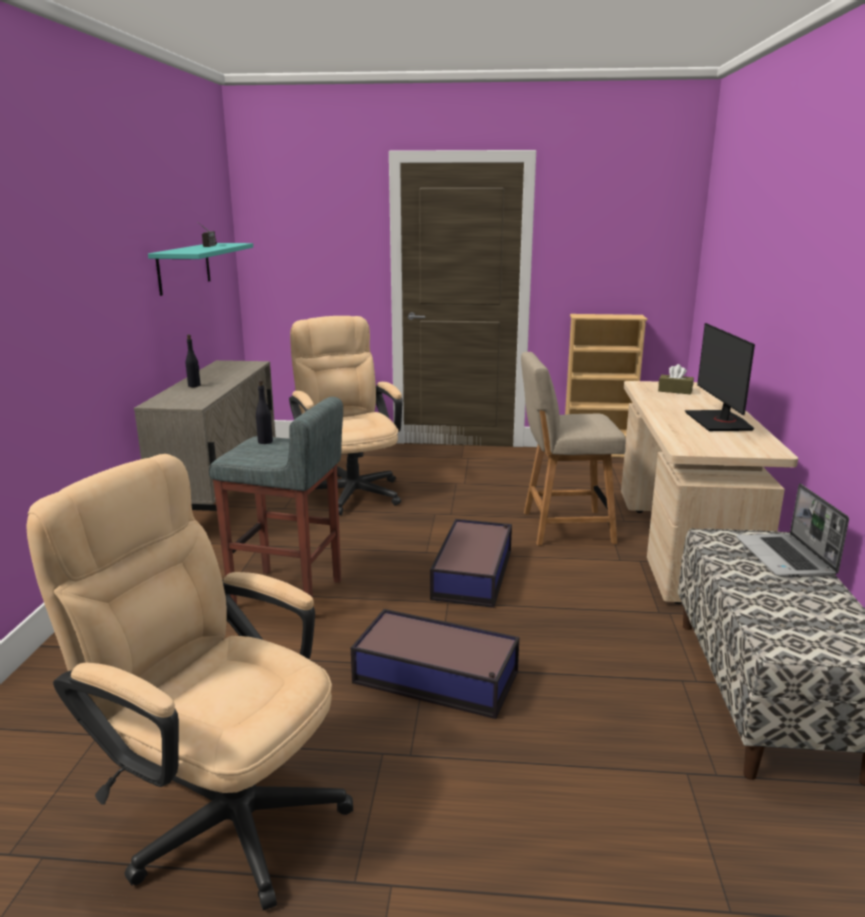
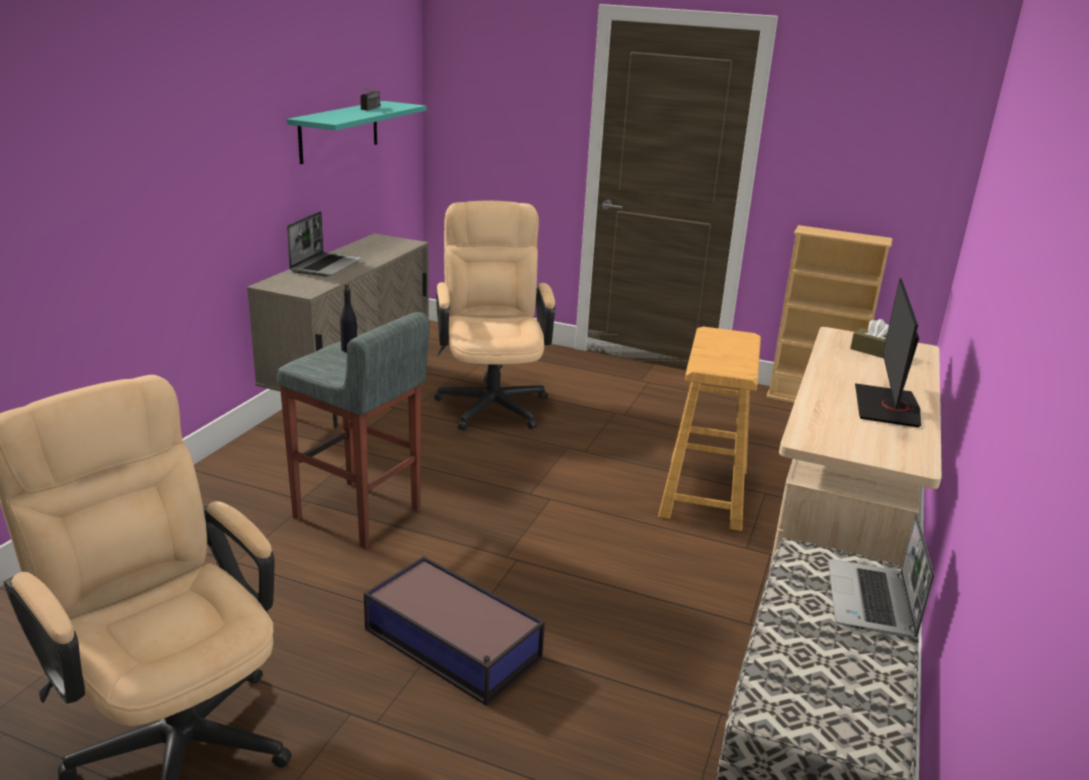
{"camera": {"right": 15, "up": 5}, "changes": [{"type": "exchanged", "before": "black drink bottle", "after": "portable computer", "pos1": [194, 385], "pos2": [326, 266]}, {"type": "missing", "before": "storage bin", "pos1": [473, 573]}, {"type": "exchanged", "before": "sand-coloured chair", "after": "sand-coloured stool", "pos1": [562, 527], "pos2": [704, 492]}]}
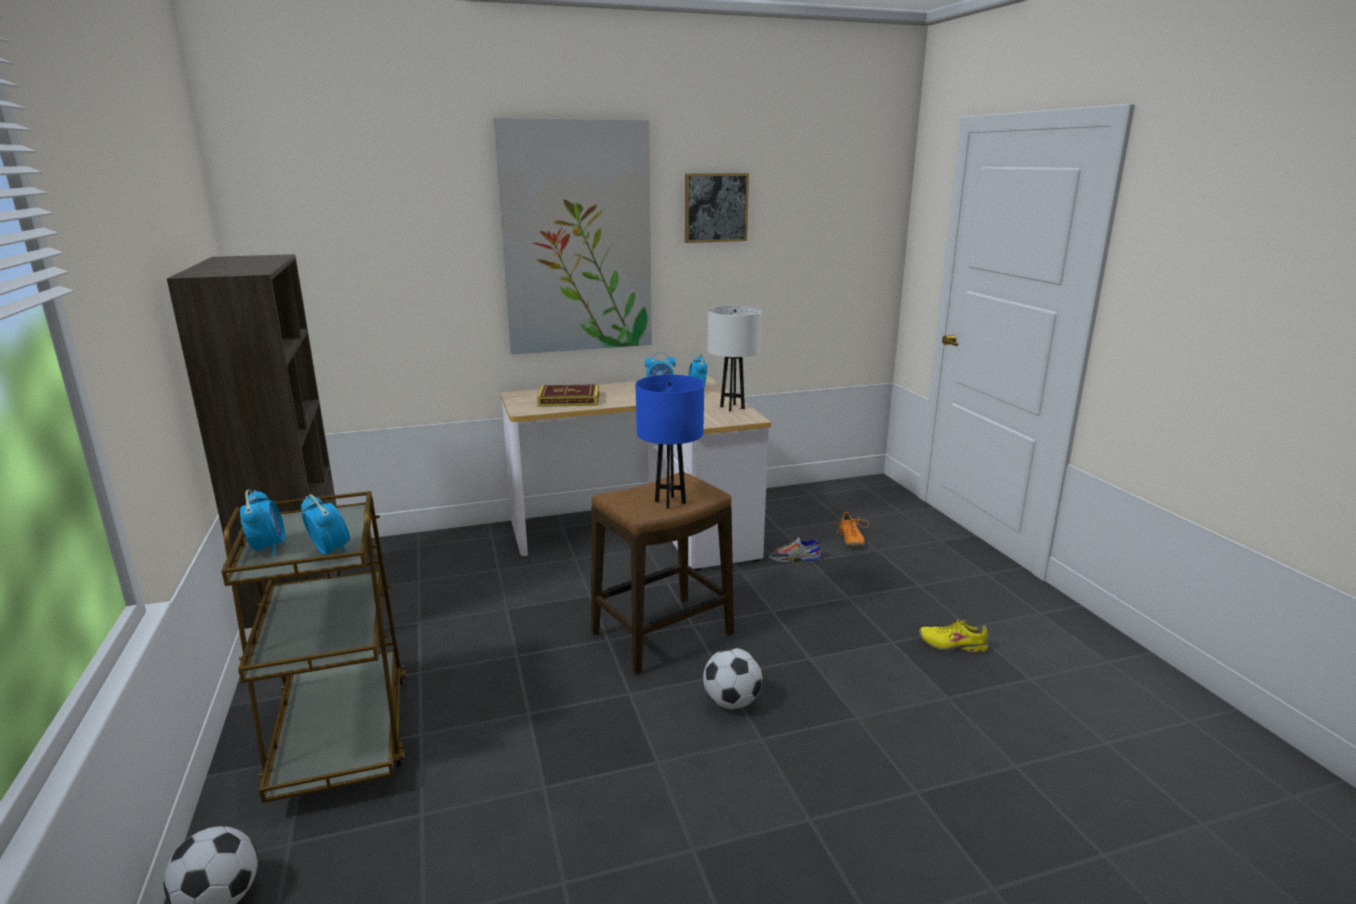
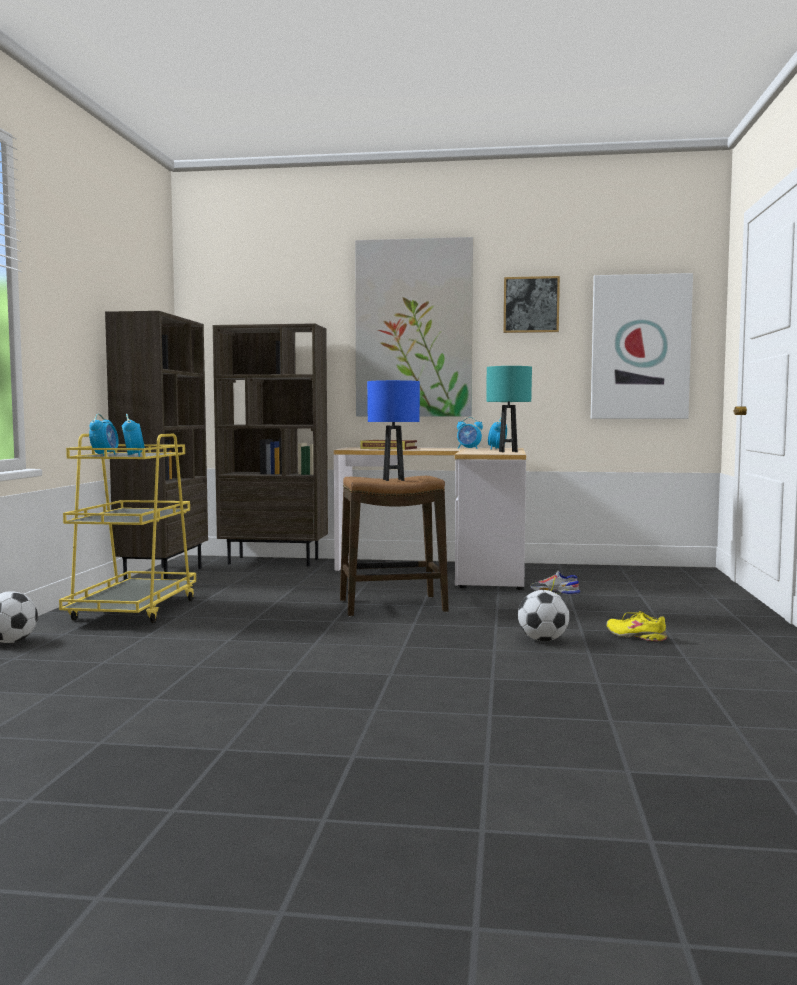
{"camera": {"right": 25, "up": -15}, "changes": [{"type": "colour", "before": "brown-coloured wheeled cart", "after": "yellow wheeled cart", "pos1": [342, 735], "pos2": [134, 610]}, {"type": "relocated", "before": "football", "pos1": [732, 702], "pos2": [543, 640]}, {"type": "colour", "before": "white tabletop lamp", "after": "blue-green tabletop lamp", "pos1": [732, 407], "pos2": [508, 451]}, {"type": "missing", "before": "orangey item of footwear", "pos1": [850, 539]}, {"type": "appeared", "after": "brown-coloured shelving unit", "pos2": [274, 561]}, {"type": "appeared", "after": "wall picture", "pos2": [640, 347]}]}
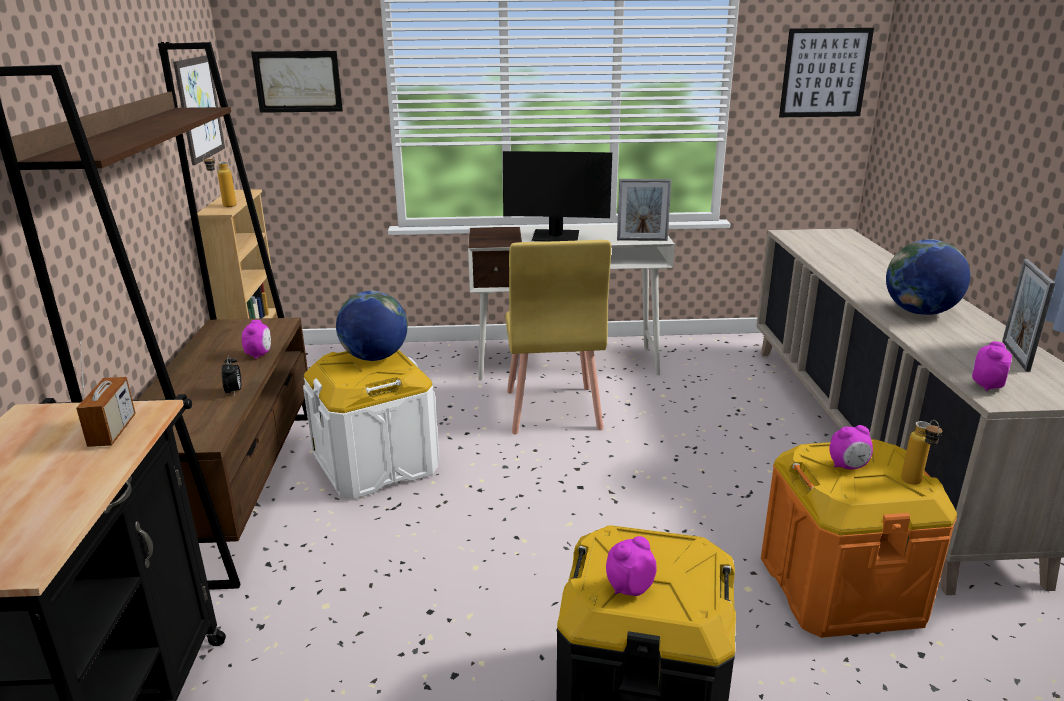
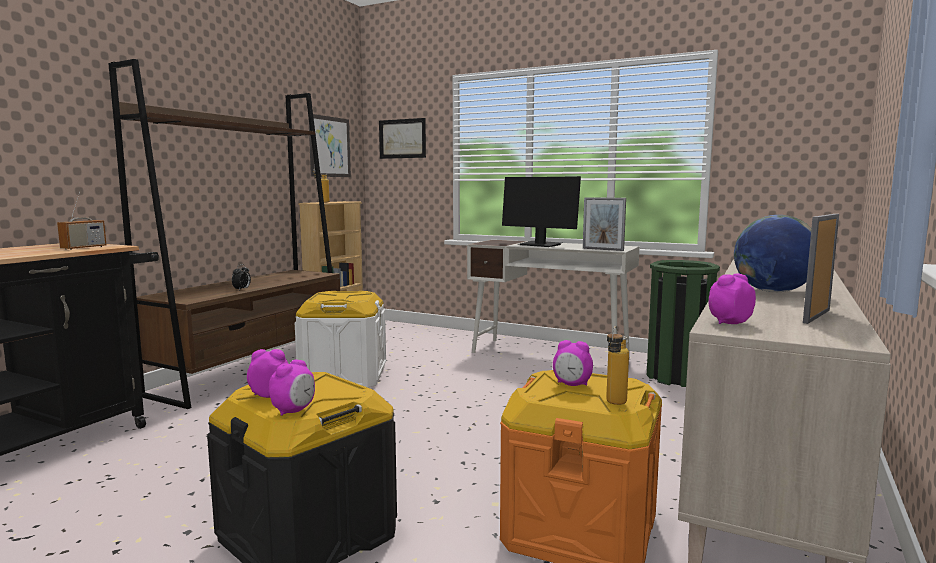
{"camera": {"right": 30, "up": -15}, "changes": [{"type": "relocated", "before": "table clock", "pos1": [259, 354], "pos2": [294, 411]}, {"type": "missing", "before": "globe", "pos1": [375, 357]}, {"type": "missing", "before": "yellow chair", "pos1": [552, 410]}, {"type": "missing", "before": "wall picture", "pos1": [825, 73]}, {"type": "appeared", "after": "green-coloured waste bin", "pos2": [678, 377]}]}
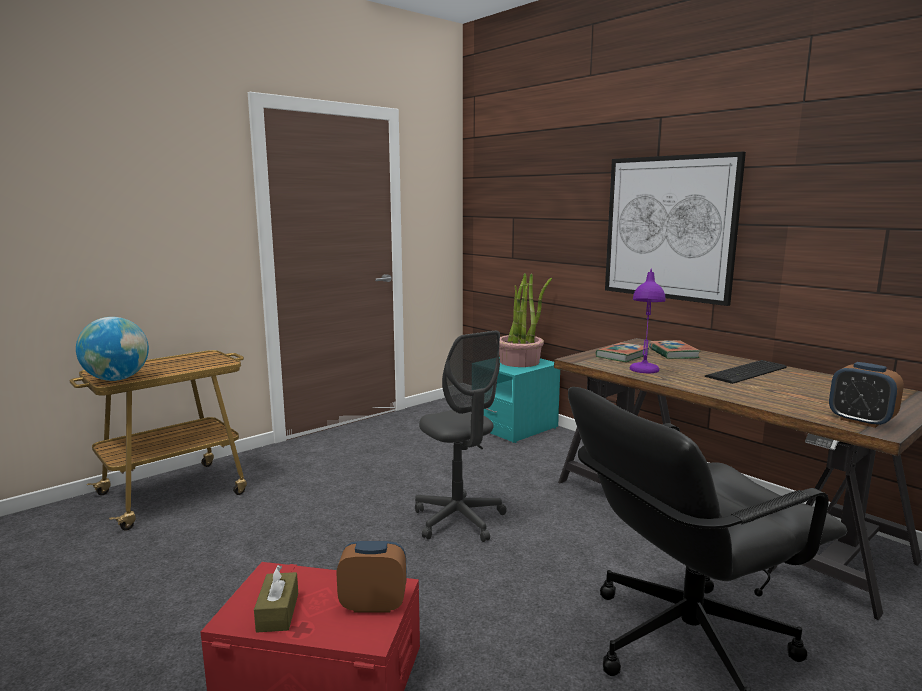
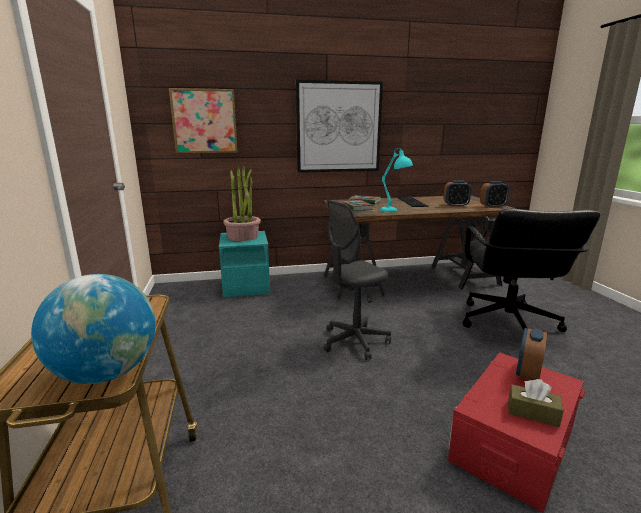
{"camera": {"right": -60, "up": 5}, "changes": [{"type": "spun", "before": "grey desk chair", "pos1": [459, 520], "pos2": [354, 341], "turn": 150}, {"type": "colour", "before": "purple tabletop lamp", "after": "blue-green tabletop lamp", "pos1": [643, 372], "pos2": [394, 211]}, {"type": "appeared", "after": "wall picture", "pos2": [204, 121]}, {"type": "appeared", "after": "table clock", "pos2": [455, 205]}]}
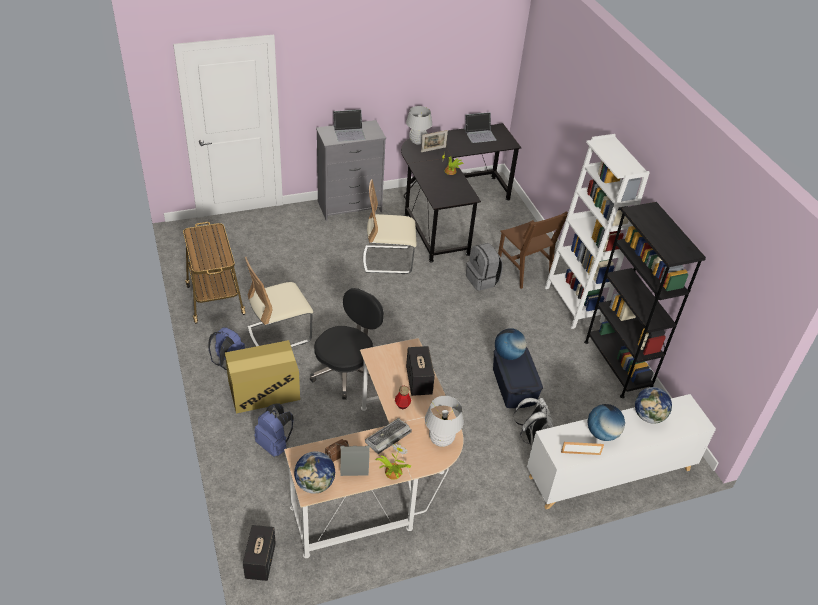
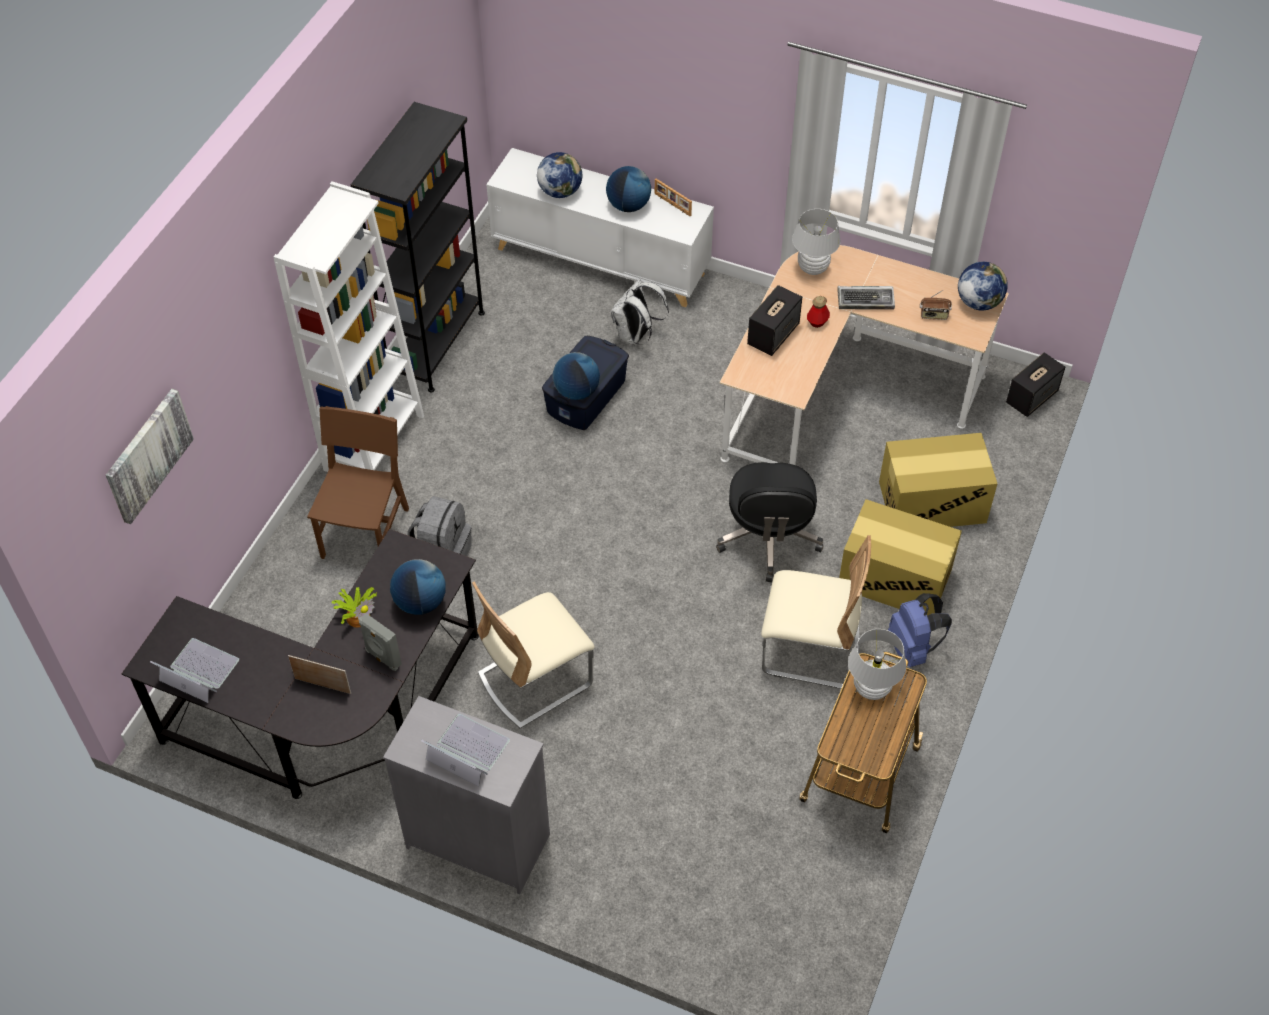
{"camera": {"right": -135, "up": 10}, "changes": [{"type": "exchanged", "before": "blue knapsack", "after": "packing box", "pos1": [275, 444], "pos2": [931, 502]}, {"type": "spun", "before": "black desk chair", "pos1": [346, 371], "pos2": [768, 539], "turn": -75}, {"type": "relocated", "before": "grey loudspeaker", "pos1": [354, 472], "pos2": [382, 658]}, {"type": "spun", "before": "sand-coloured chair", "pos1": [388, 260], "pos2": [535, 679], "turn": 105}, {"type": "missing", "before": "plant in a pot", "pos1": [392, 472]}, {"type": "relocated", "before": "white tabletop lamp", "pos1": [417, 142], "pos2": [872, 688]}, {"type": "appeared", "after": "wall picture", "pos2": [147, 455]}, {"type": "appeared", "after": "globe", "pos2": [420, 602]}]}
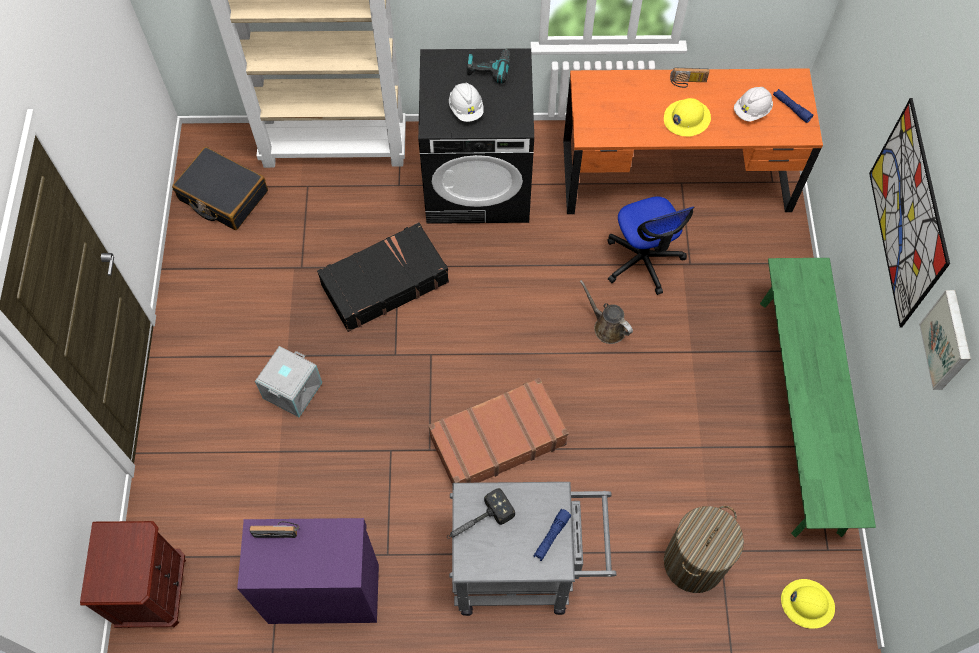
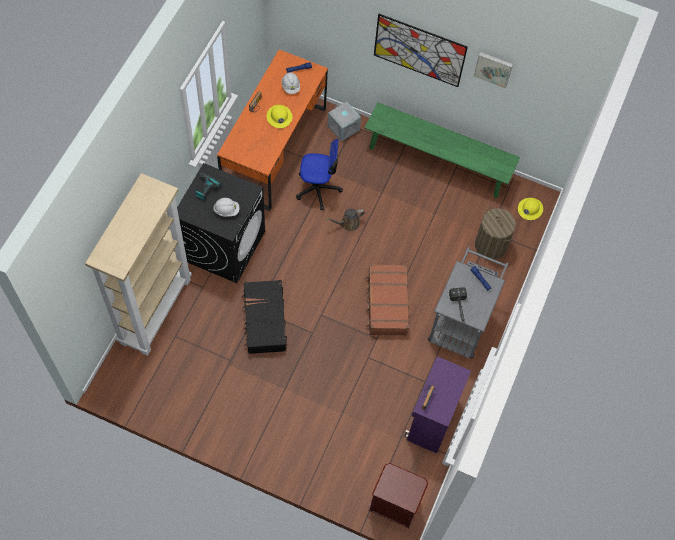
{"camera": {"right": -70, "up": 0}, "changes": [{"type": "missing", "before": "black travel case", "pos1": [223, 196]}, {"type": "relocated", "before": "grey storage bin", "pos1": [292, 389], "pos2": [343, 128]}]}
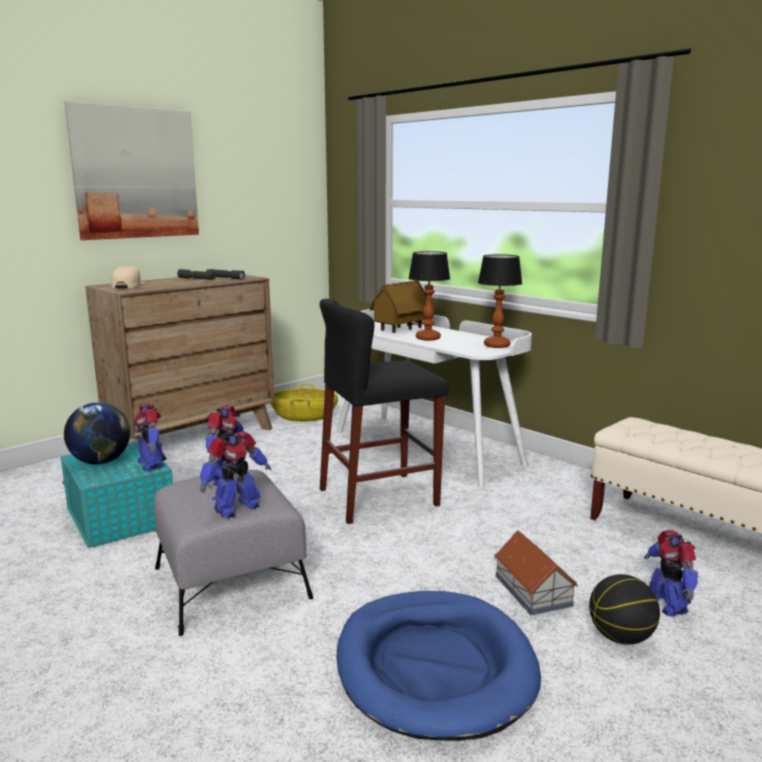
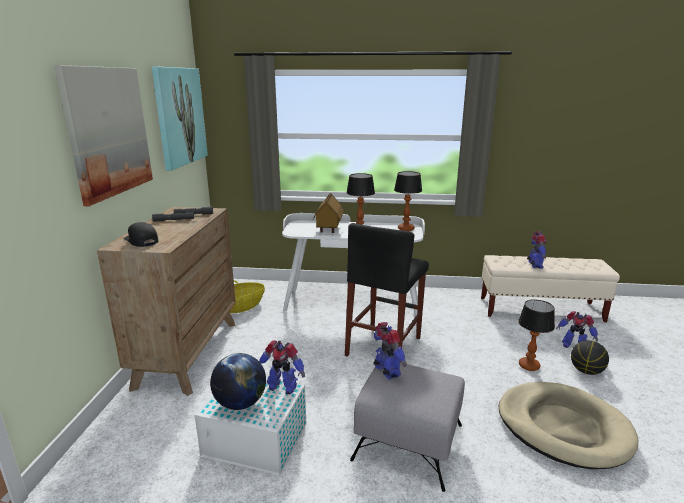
{"camera": {"right": -40, "up": 5}, "changes": [{"type": "colour", "before": "blue-green storage bin", "after": "white storage bin", "pos1": [121, 518], "pos2": [257, 440]}, {"type": "colour", "before": "sand-coloured peaked cap", "after": "black peaked cap", "pos1": [128, 285], "pos2": [141, 240]}, {"type": "relocated", "before": "model robot", "pos1": [235, 508], "pos2": [534, 265]}, {"type": "colour", "before": "blue dog cushion", "after": "sand-coloured dog cushion", "pos1": [434, 667], "pos2": [563, 427]}, {"type": "exchanged", "before": "model house", "after": "tabletop lamp", "pos1": [533, 591], "pos2": [529, 366]}, {"type": "appeared", "after": "wall picture", "pos2": [179, 116]}]}
